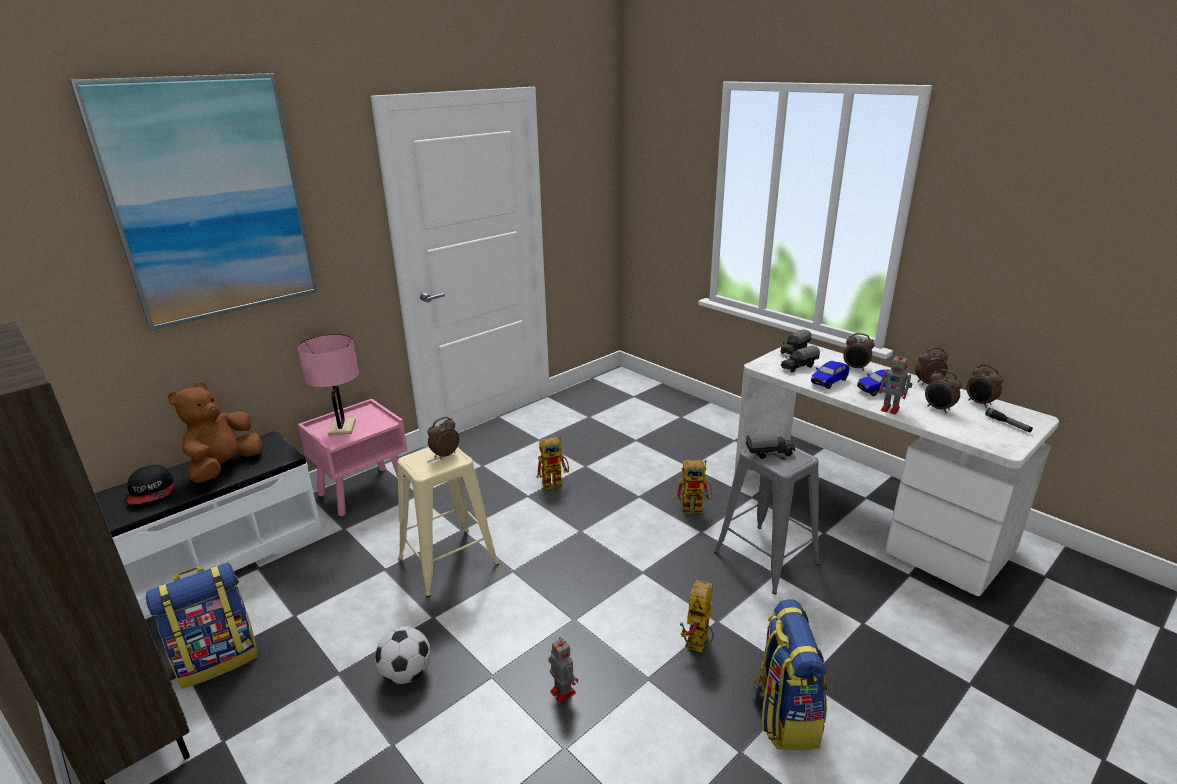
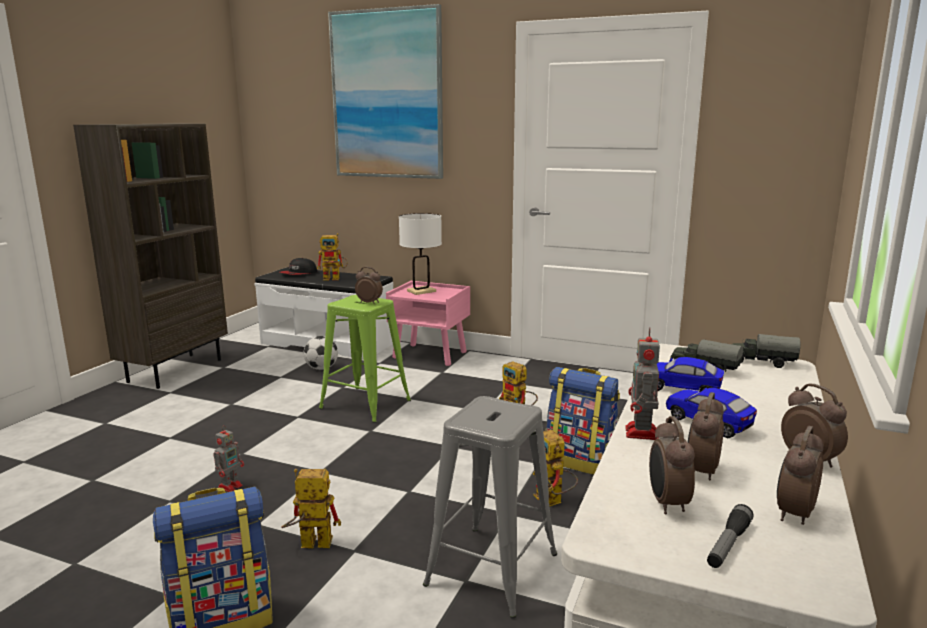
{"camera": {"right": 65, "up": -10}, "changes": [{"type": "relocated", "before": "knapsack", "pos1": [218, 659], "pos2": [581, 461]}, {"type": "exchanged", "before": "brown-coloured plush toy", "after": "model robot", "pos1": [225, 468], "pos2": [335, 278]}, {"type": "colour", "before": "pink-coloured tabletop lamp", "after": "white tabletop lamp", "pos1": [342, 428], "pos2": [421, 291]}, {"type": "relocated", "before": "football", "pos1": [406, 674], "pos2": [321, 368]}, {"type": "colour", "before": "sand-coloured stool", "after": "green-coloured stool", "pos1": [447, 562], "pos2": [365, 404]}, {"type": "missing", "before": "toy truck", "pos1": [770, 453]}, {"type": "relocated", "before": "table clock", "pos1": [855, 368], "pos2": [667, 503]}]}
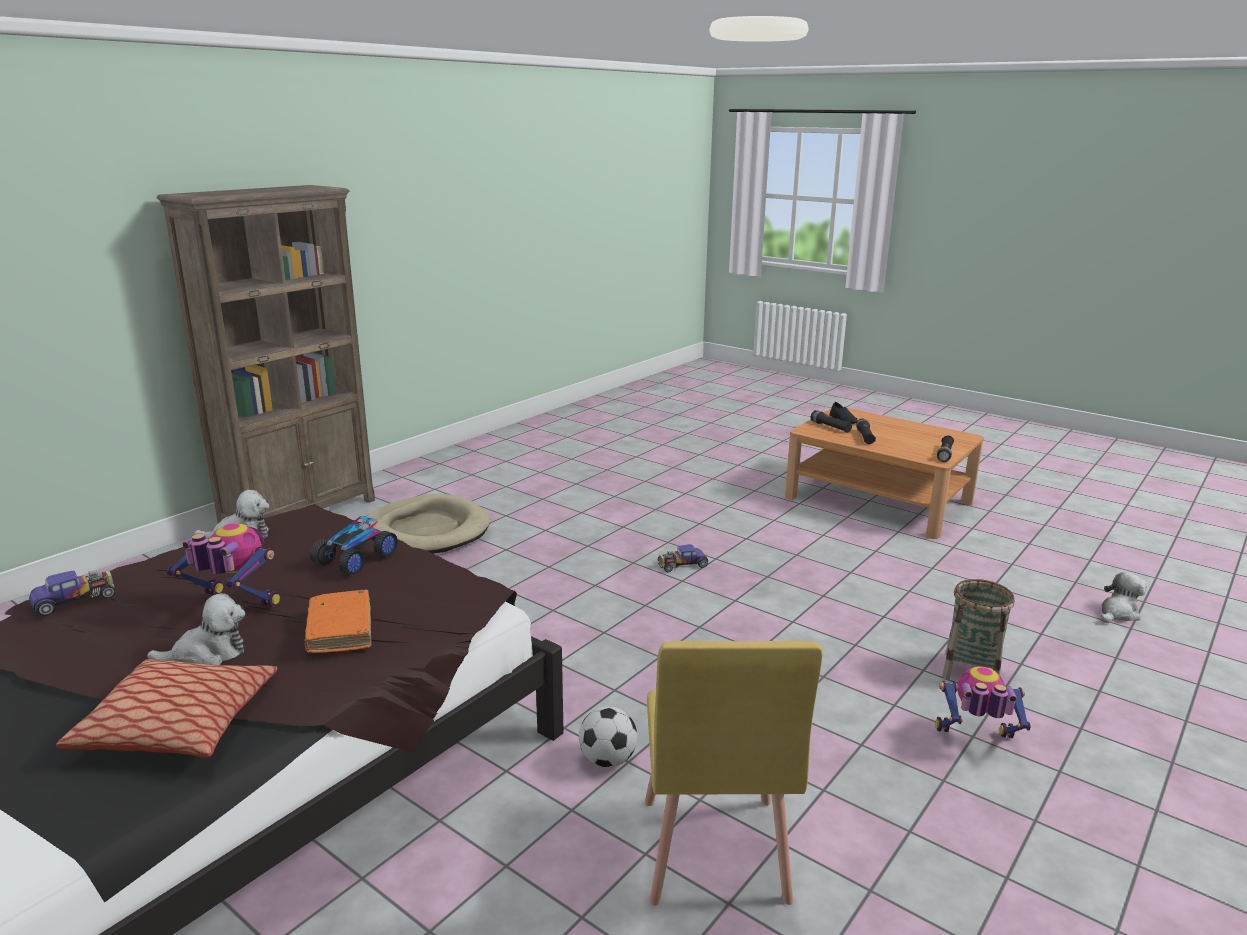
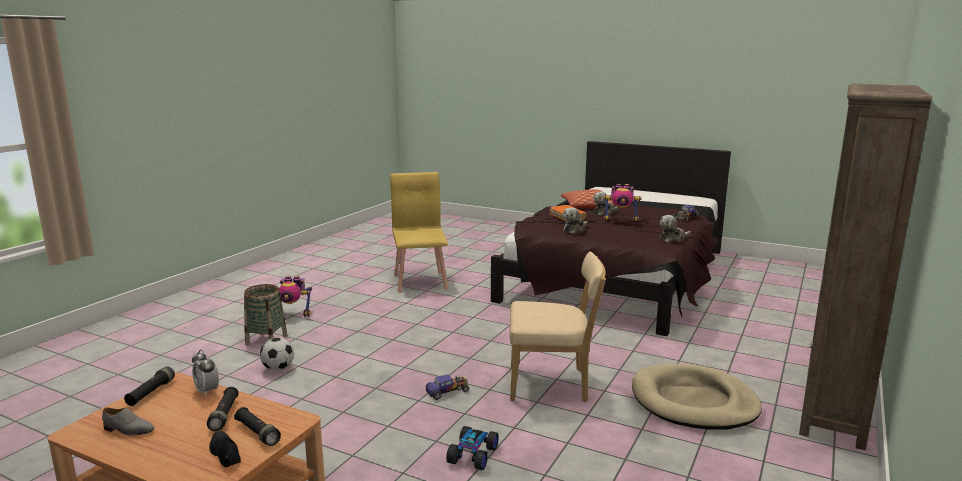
{"camera": {"right": 170, "up": -5}, "changes": [{"type": "relocated", "before": "miniature car", "pos1": [355, 558], "pos2": [473, 455]}, {"type": "relocated", "before": "football", "pos1": [607, 760], "pos2": [278, 368]}, {"type": "relocated", "before": "plush toy", "pos1": [1118, 613], "pos2": [574, 230]}, {"type": "appeared", "after": "grey item of footwear", "pos2": [128, 430]}, {"type": "appeared", "after": "table clock", "pos2": [207, 391]}, {"type": "appeared", "after": "sand-coloured chair", "pos2": [552, 384]}]}
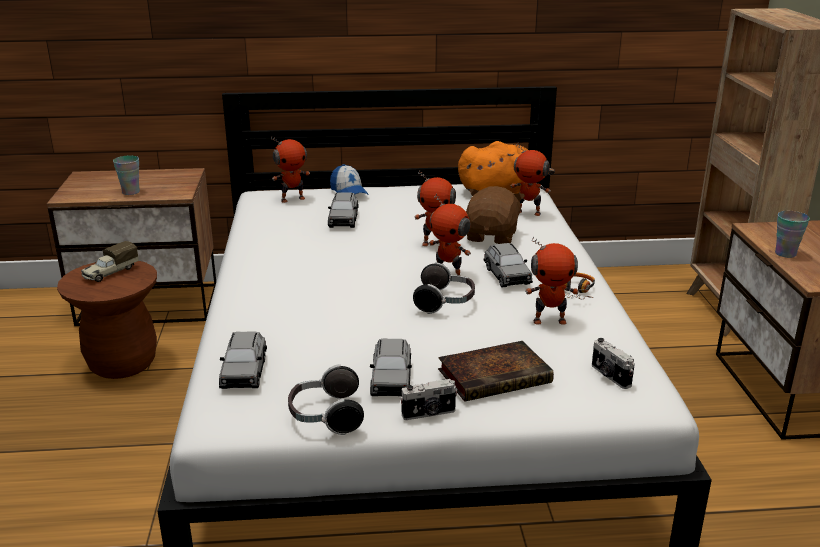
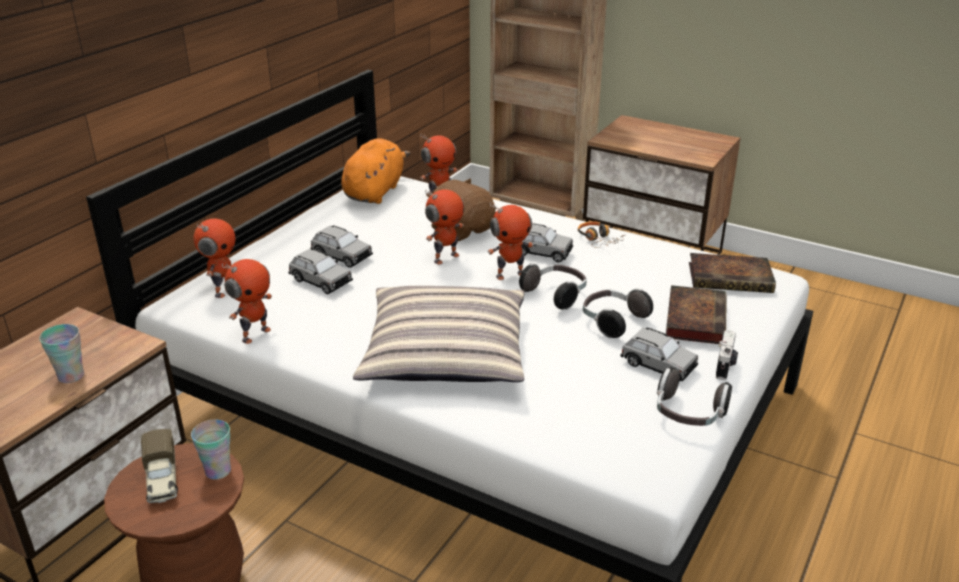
{"camera": {"right": -55, "up": 5}, "changes": [{"type": "relocated", "before": "grey miniature car", "pos1": [244, 372], "pos2": [342, 256]}, {"type": "missing", "before": "peaked cap", "pos1": [349, 192]}, {"type": "relocated", "before": "model robot", "pos1": [549, 320], "pos2": [255, 334]}, {"type": "exchanged", "before": "photo camera", "after": "bound book", "pos1": [609, 376], "pos2": [732, 278]}, {"type": "relocated", "before": "small cup", "pos1": [785, 253], "pos2": [218, 471]}, {"type": "appeared", "after": "cushion", "pos2": [445, 352]}, {"type": "appeared", "after": "headphones", "pos2": [612, 321]}]}
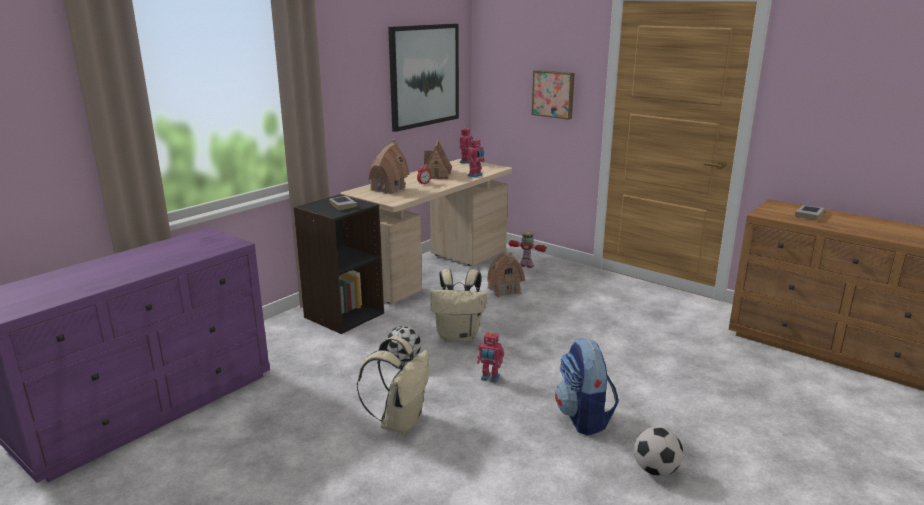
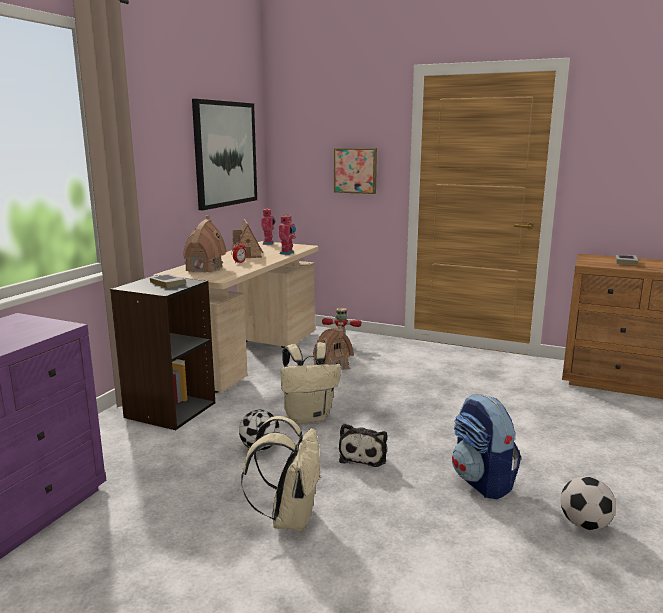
{"camera": {"right": -15, "up": -5}, "changes": [{"type": "exchanged", "before": "model robot", "after": "plush toy", "pos1": [490, 378], "pos2": [364, 455]}]}
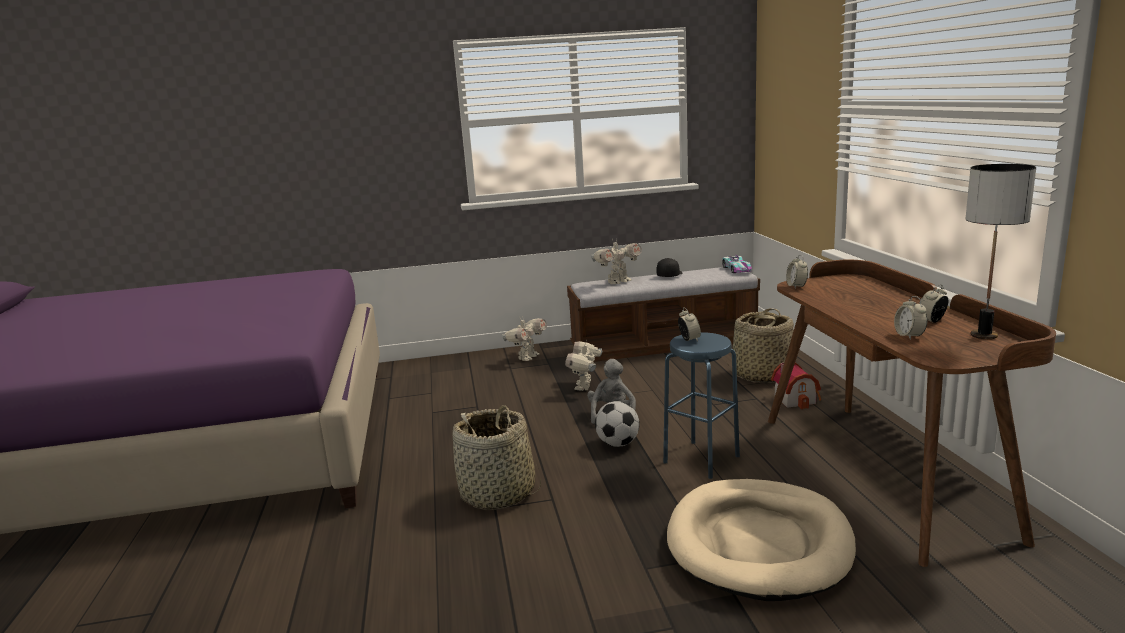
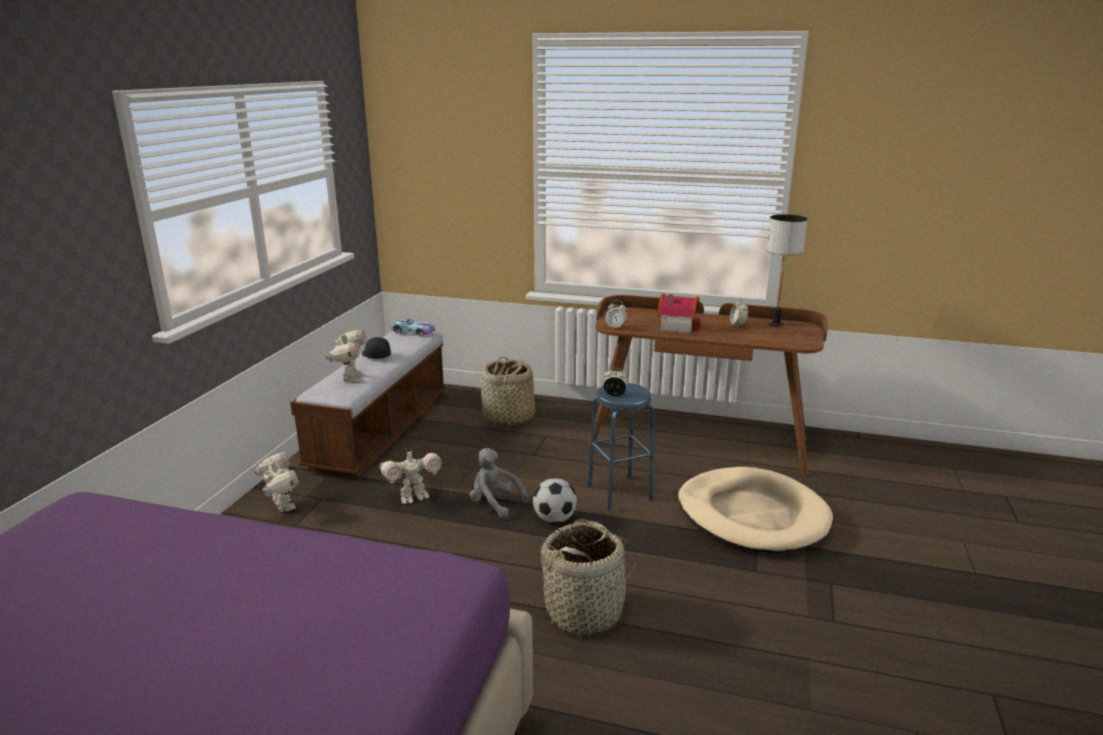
{"camera": {"right": -65, "up": 5}, "changes": [{"type": "spun", "before": "model robot", "pos1": [585, 386], "pos2": [413, 497], "turn": -60}, {"type": "relocated", "before": "model house", "pos1": [797, 399], "pos2": [676, 326]}, {"type": "missing", "before": "table clock", "pos1": [909, 336]}]}
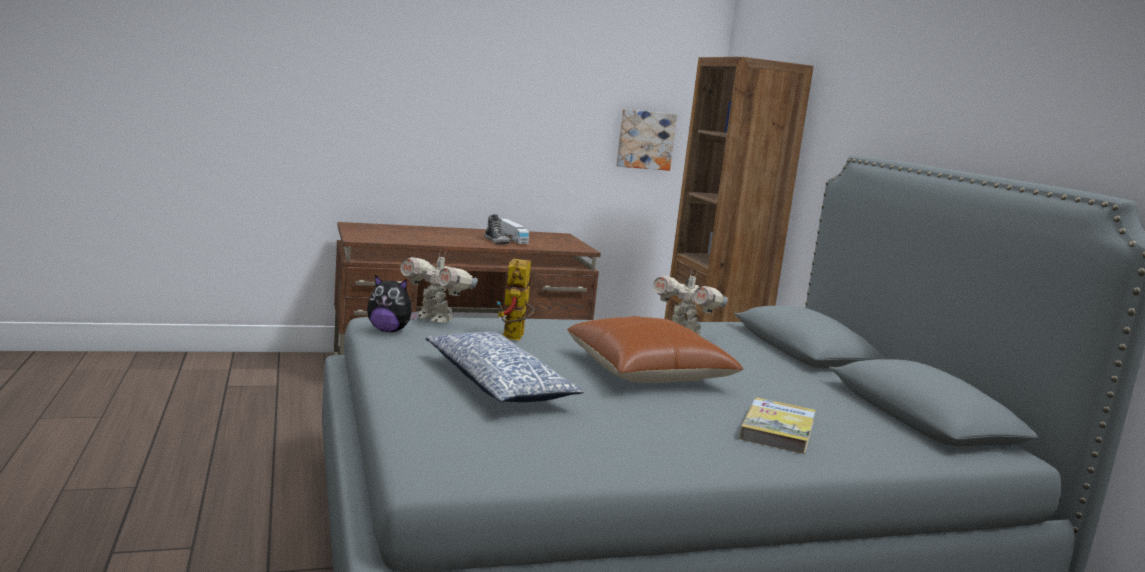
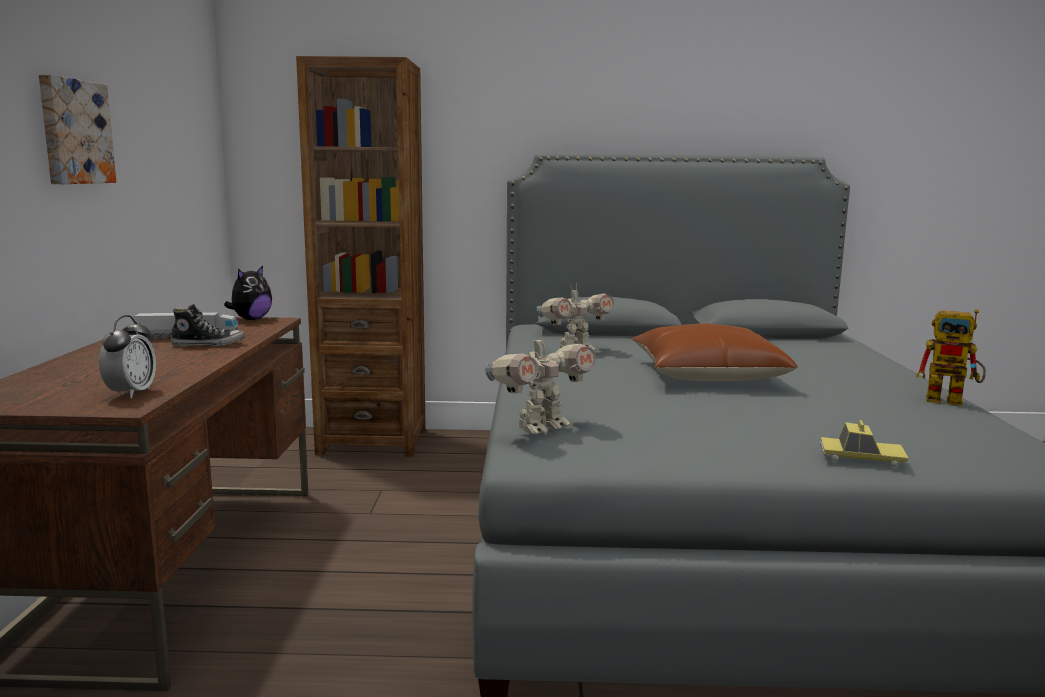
{"camera": {"right": -70, "up": 0}, "changes": [{"type": "relocated", "before": "plush toy", "pos1": [389, 331], "pos2": [251, 319]}, {"type": "missing", "before": "cushion", "pos1": [498, 384]}, {"type": "relocated", "before": "model robot", "pos1": [514, 338], "pos2": [953, 401]}, {"type": "relocated", "before": "wall picture", "pos1": [645, 139], "pos2": [74, 132]}, {"type": "missing", "before": "bound book", "pos1": [777, 430]}, {"type": "appeared", "after": "table clock", "pos2": [131, 393]}, {"type": "appeared", "after": "miniature car", "pos2": [861, 458]}]}
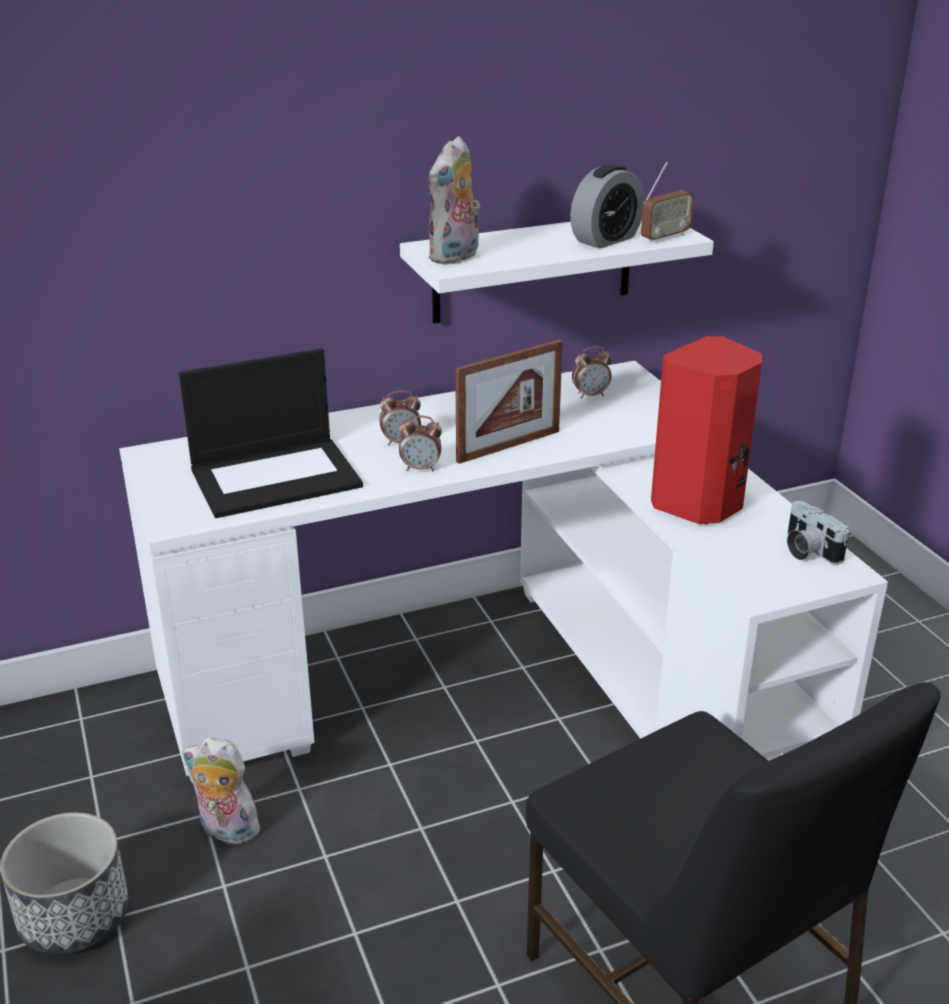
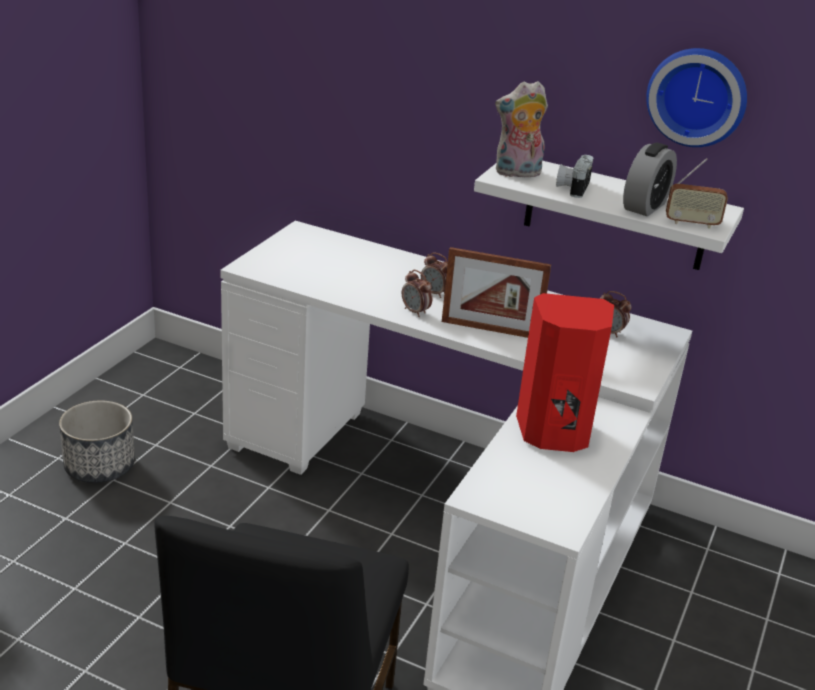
{"camera": {"right": 45, "up": 0}, "changes": [{"type": "missing", "before": "portable computer", "pos1": [277, 476]}, {"type": "missing", "before": "plush toy", "pos1": [225, 831]}, {"type": "spun", "before": "table clock", "pos1": [606, 239], "pos2": [645, 206], "turn": -60}, {"type": "relocated", "before": "photo camera", "pos1": [807, 550], "pos2": [572, 187]}, {"type": "appeared", "after": "wall clock", "pos2": [697, 96]}]}
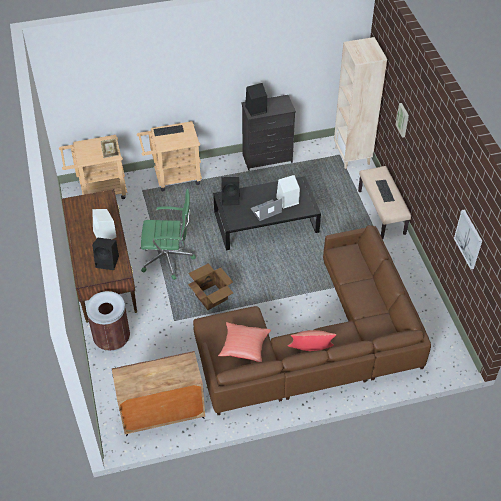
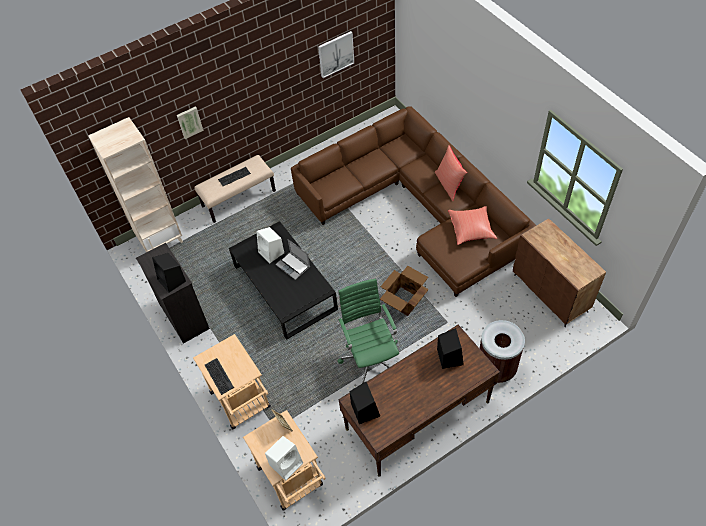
{"camera": {"right": -105, "up": 5}, "changes": [{"type": "relocated", "before": "white loudspeaker", "pos1": [105, 234], "pos2": [286, 463]}, {"type": "relocated", "before": "black loudspeaker", "pos1": [231, 198], "pos2": [365, 409]}]}
